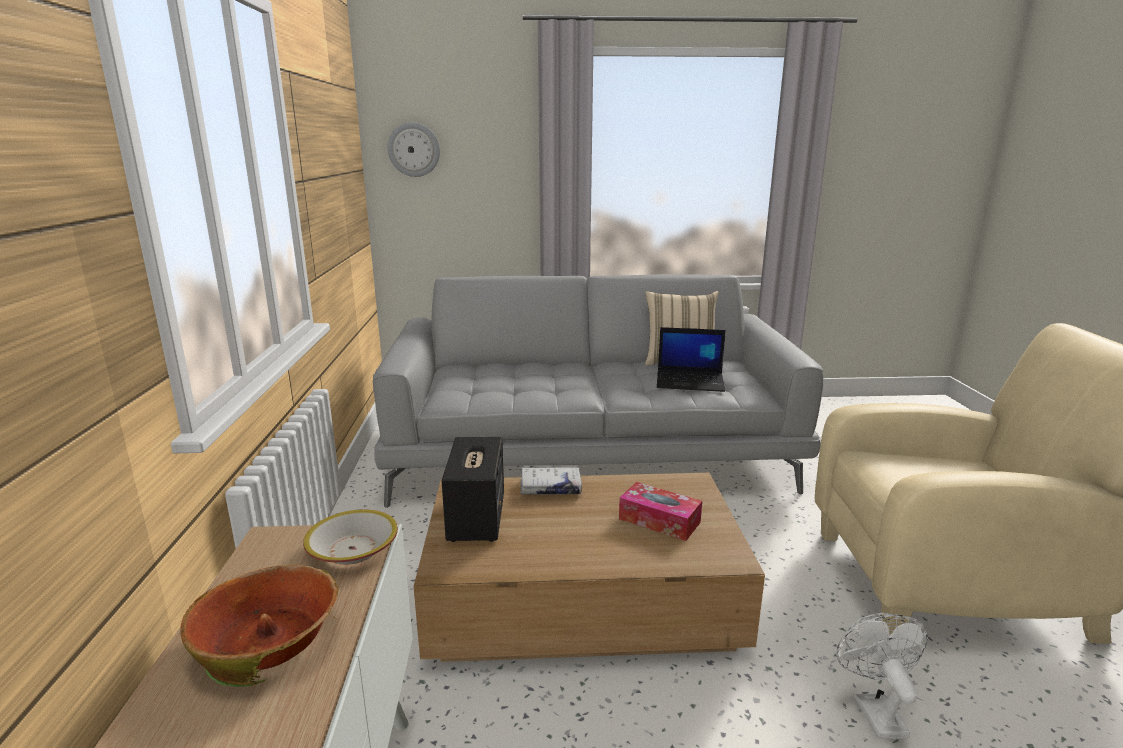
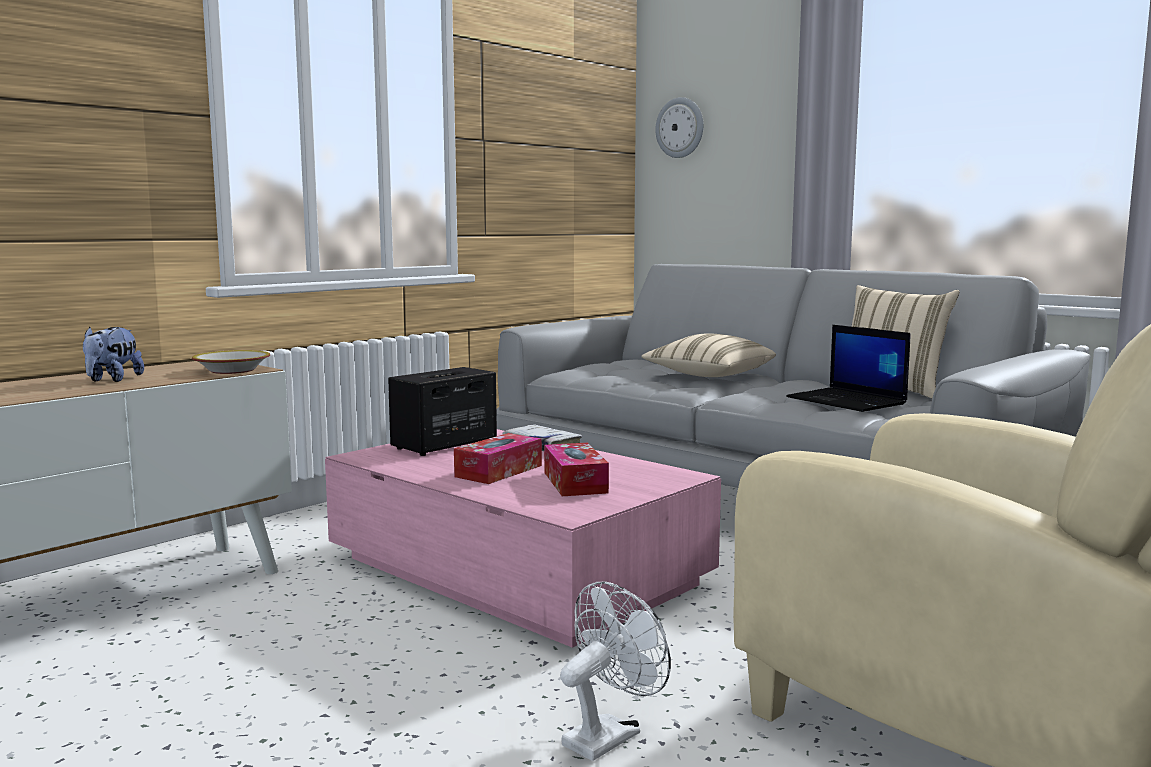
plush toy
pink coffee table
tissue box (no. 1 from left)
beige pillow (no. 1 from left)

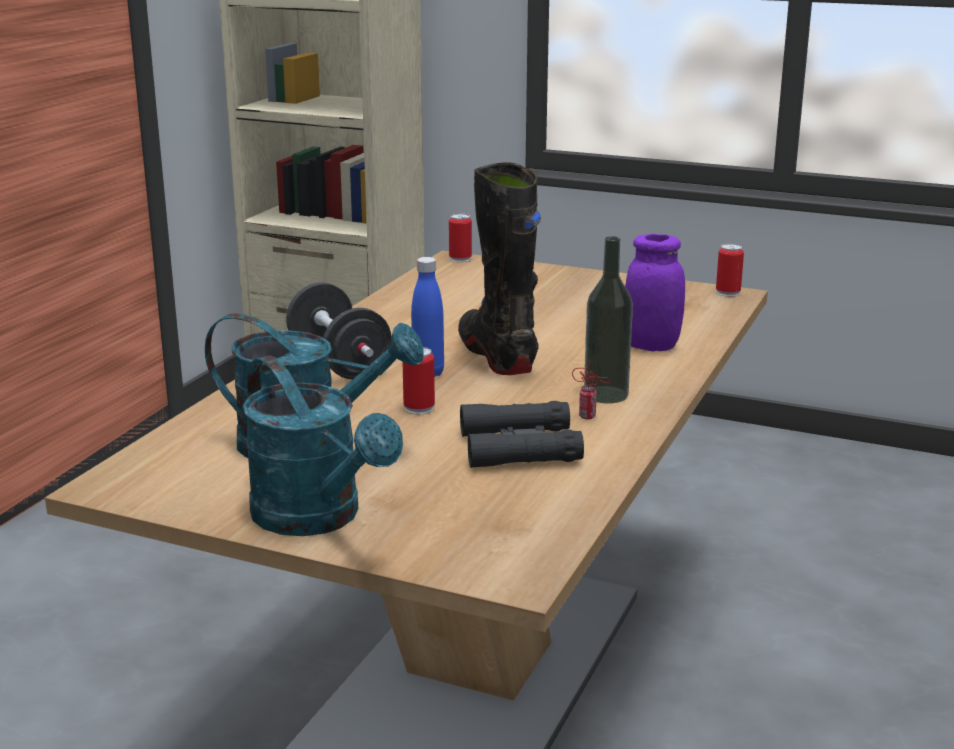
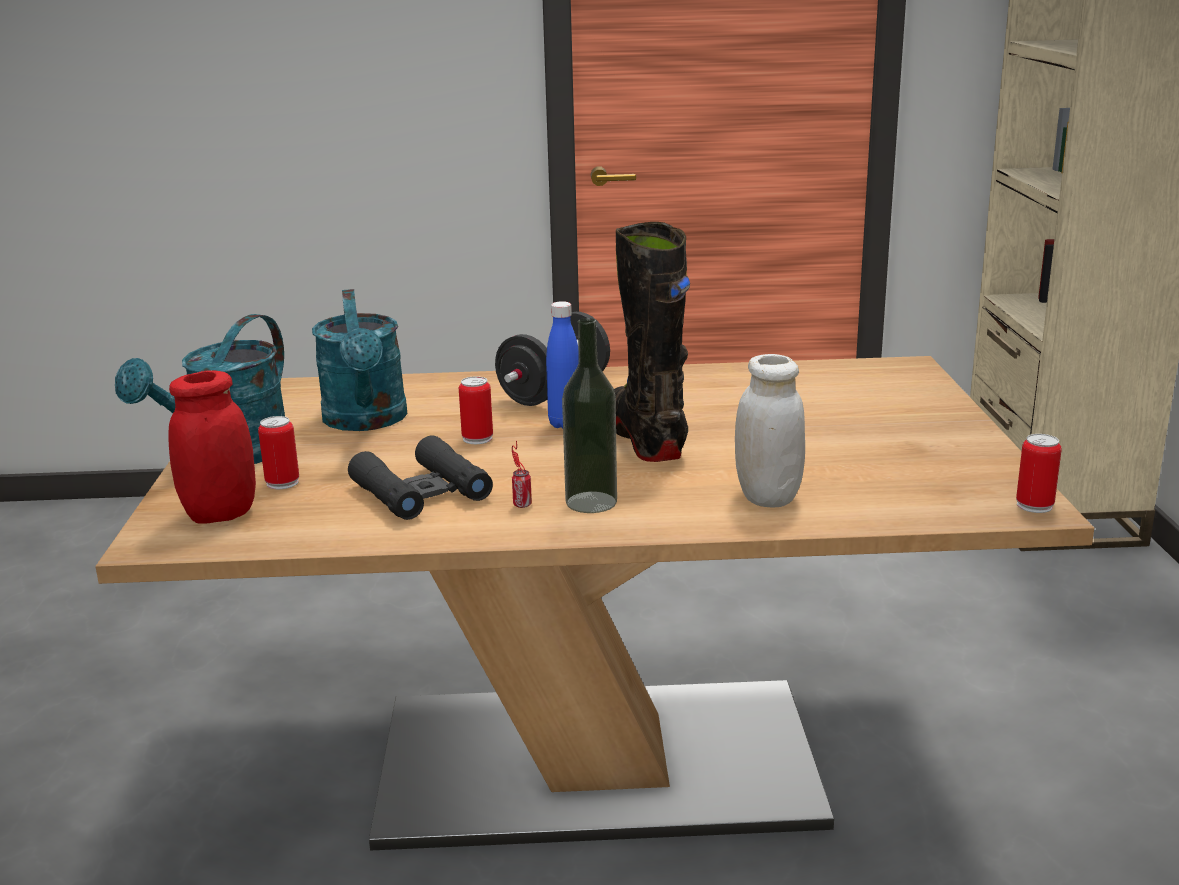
can (no. 1 from left)
black boot
white jar
red jar

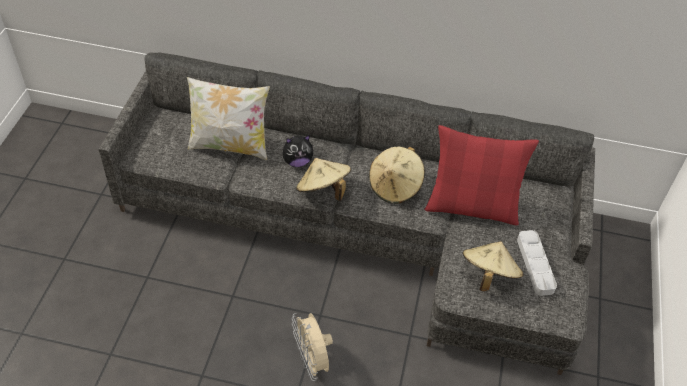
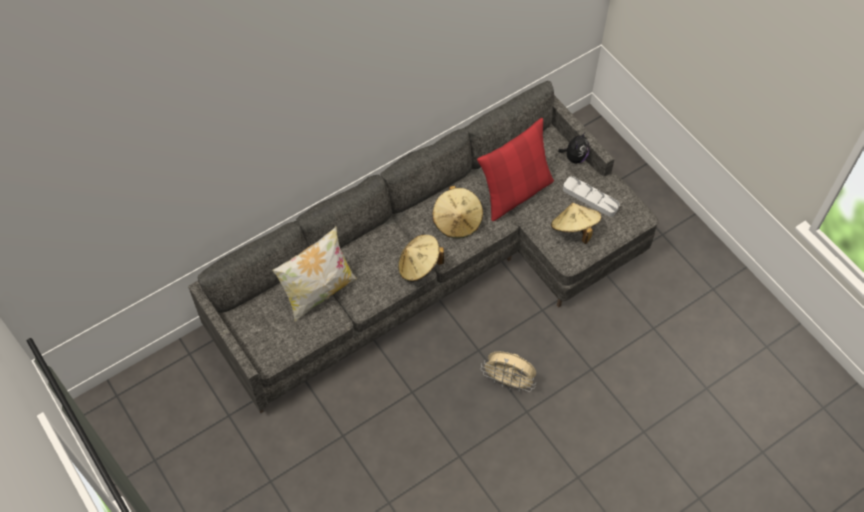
plush toy

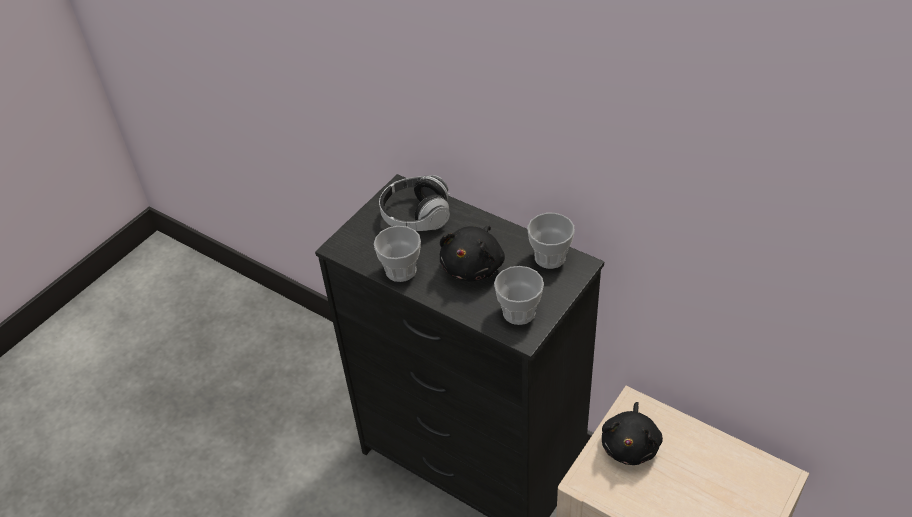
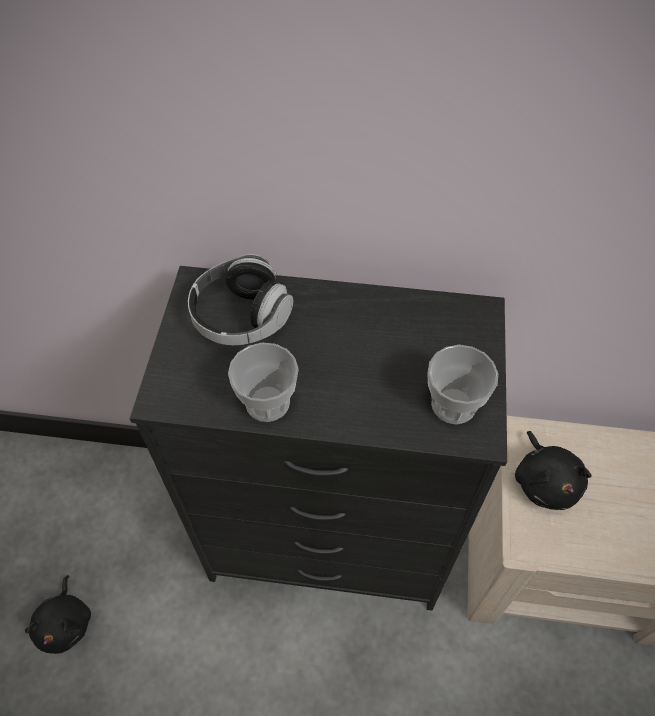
black plush toy (no. 1 from left)
cup (no. 3 from left in the first image)

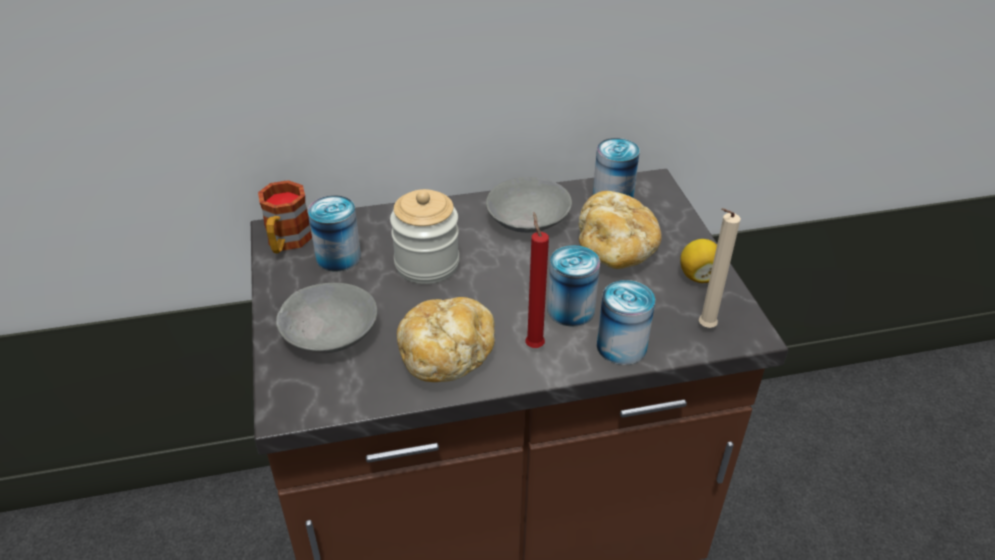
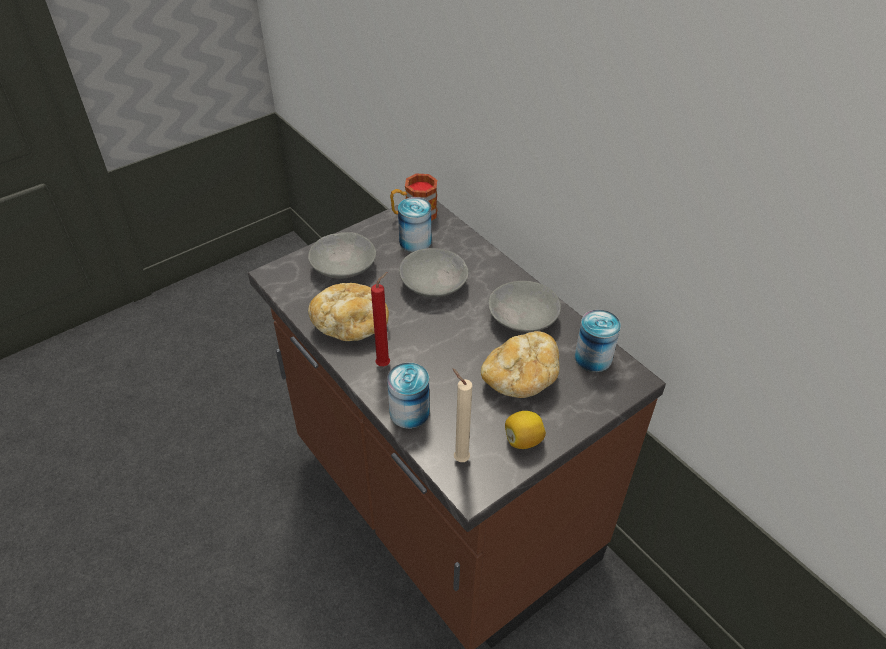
grey bowl (no. 2 from left)
can (no. 2 from left in the first image)

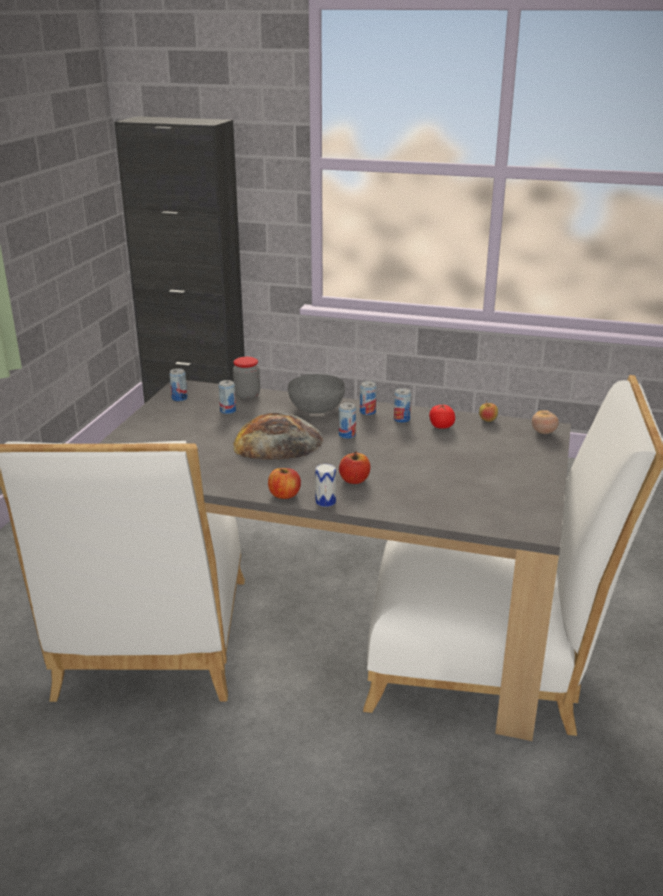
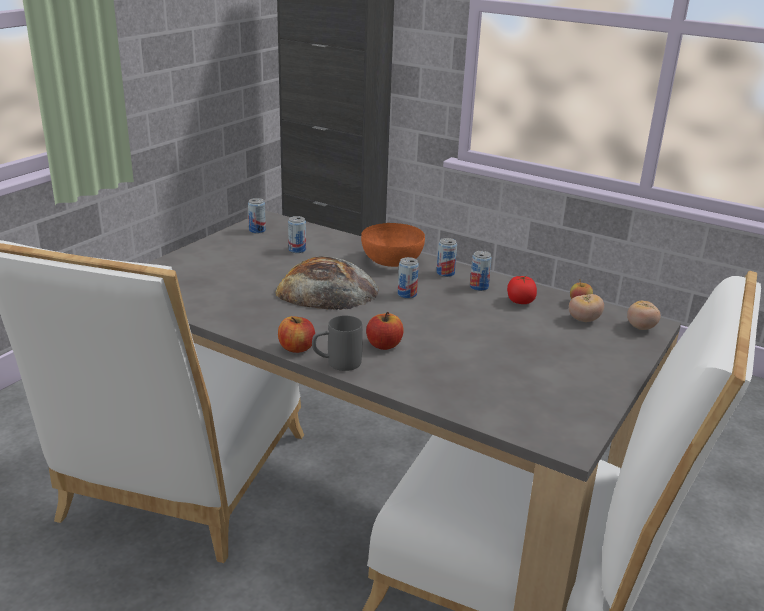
jar
orange bowl
grey mug
tomato (no. 2 from left)

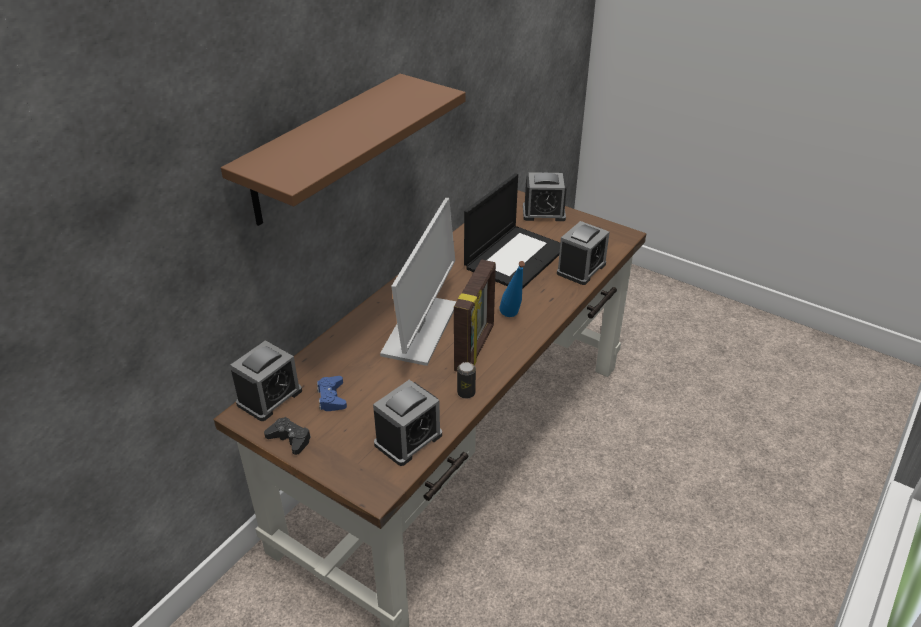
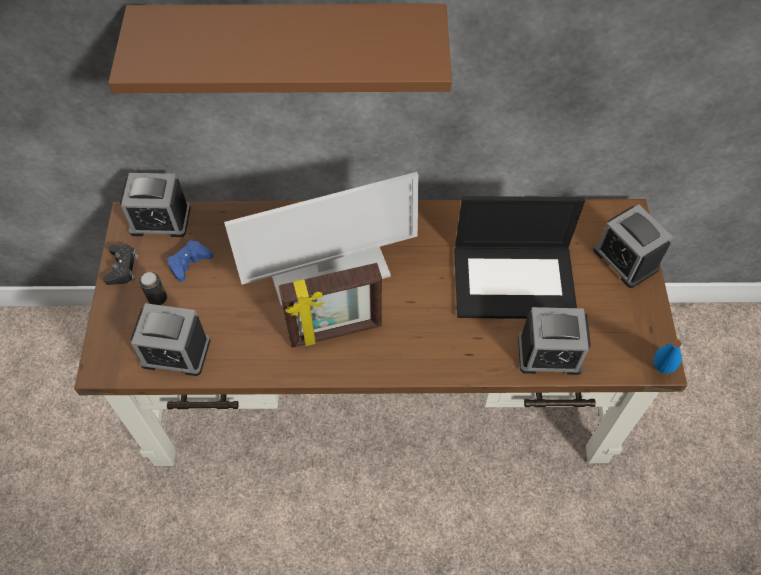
can
blue bottle

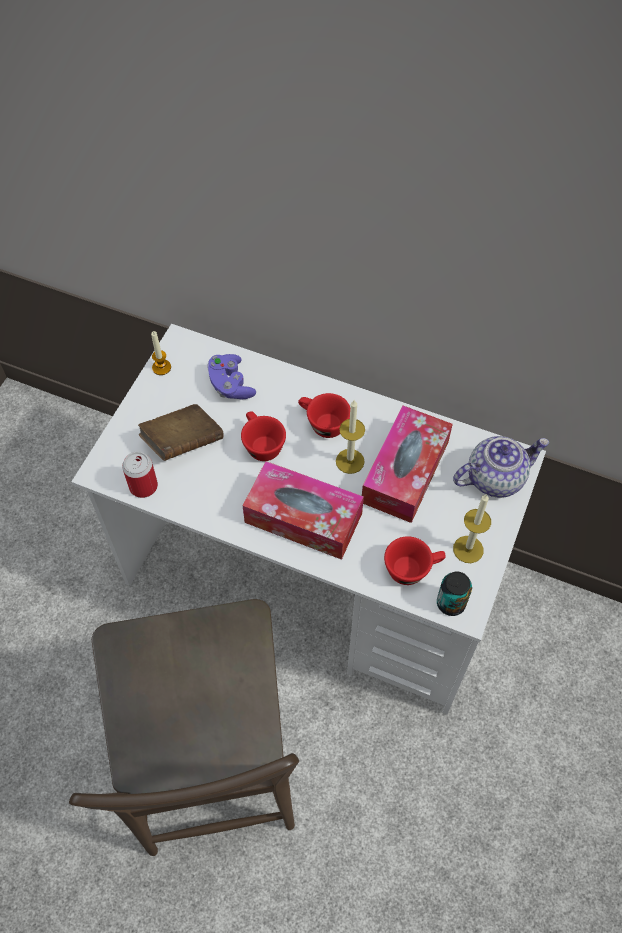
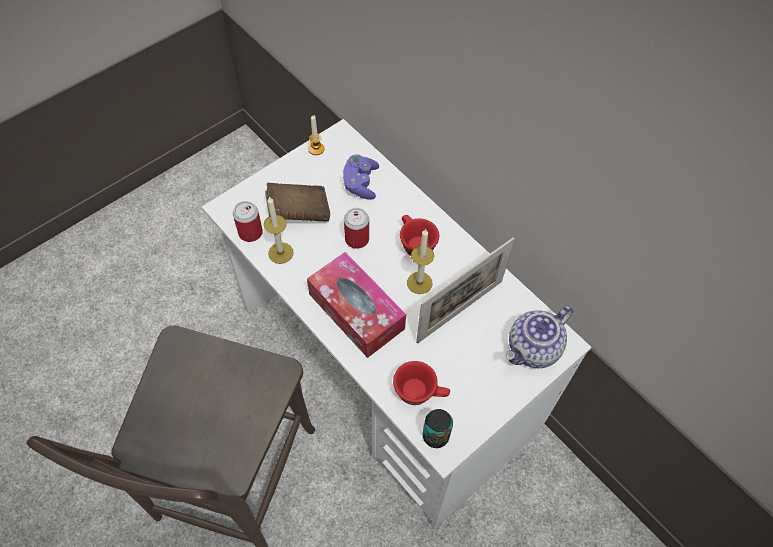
can (no. 2 from left)
picture frame
teapot
candle (no. 1 from left)

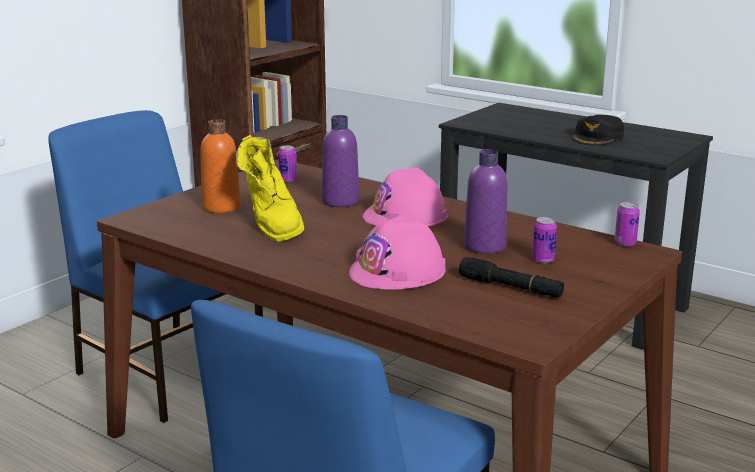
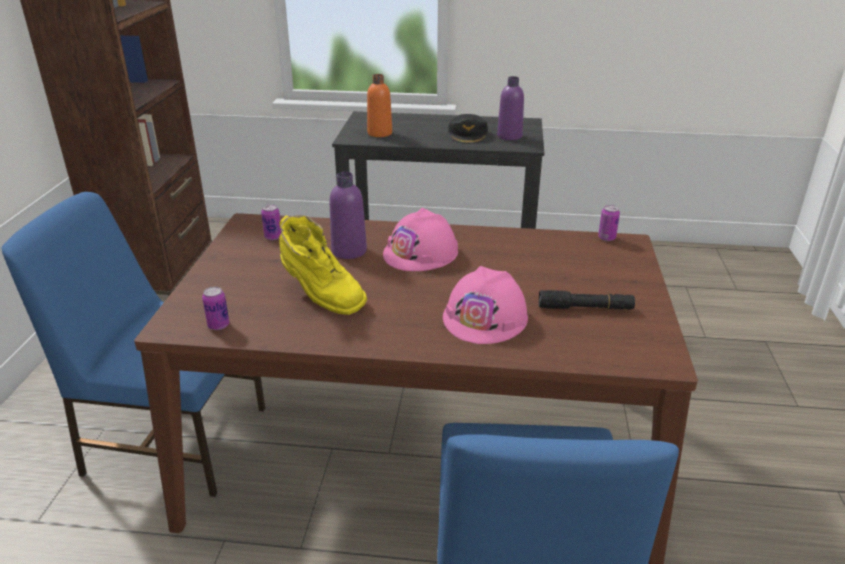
orange bottle
purple bottle (no. 2 from left)
can (no. 1 from left)

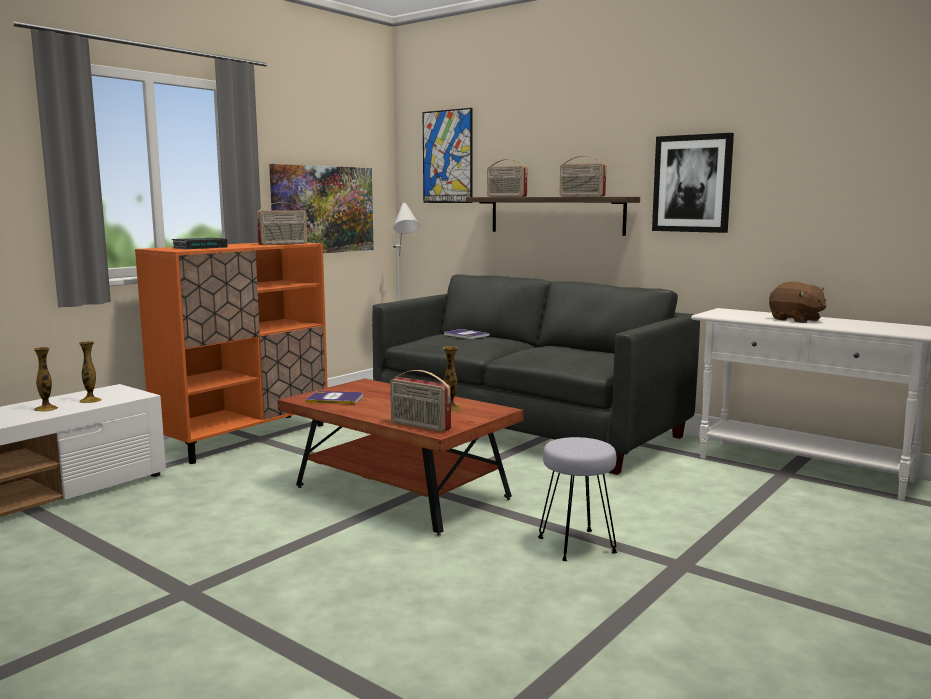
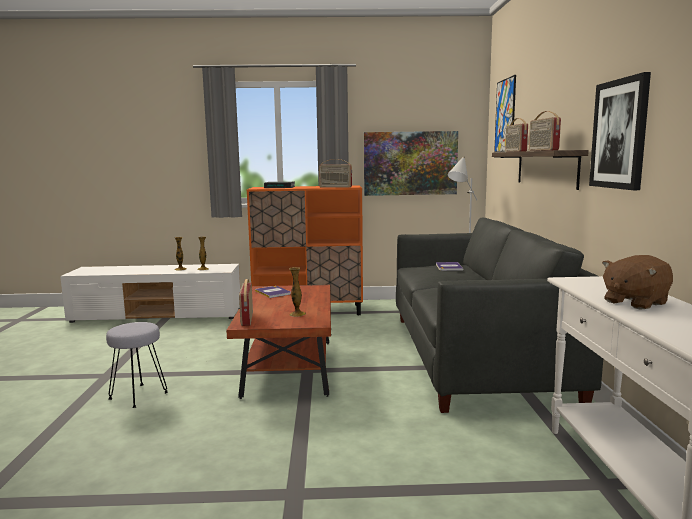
grey stool
brown plush toy

